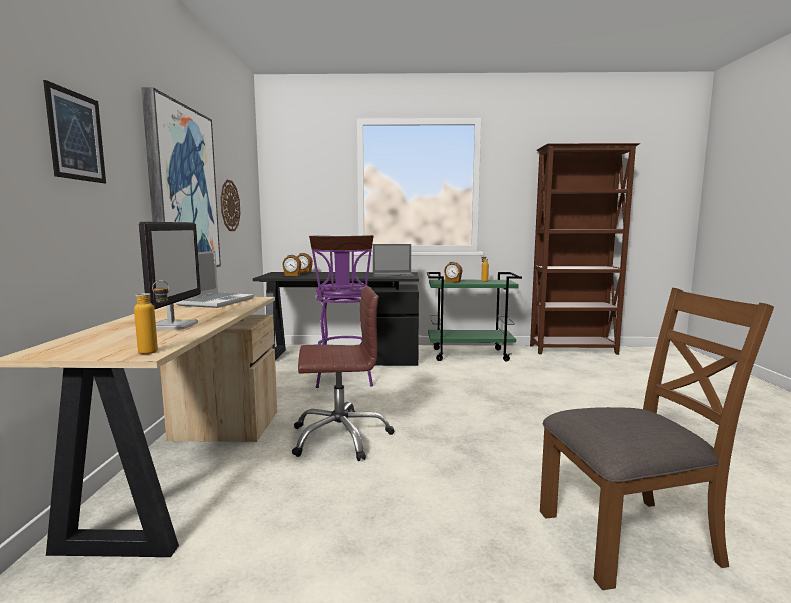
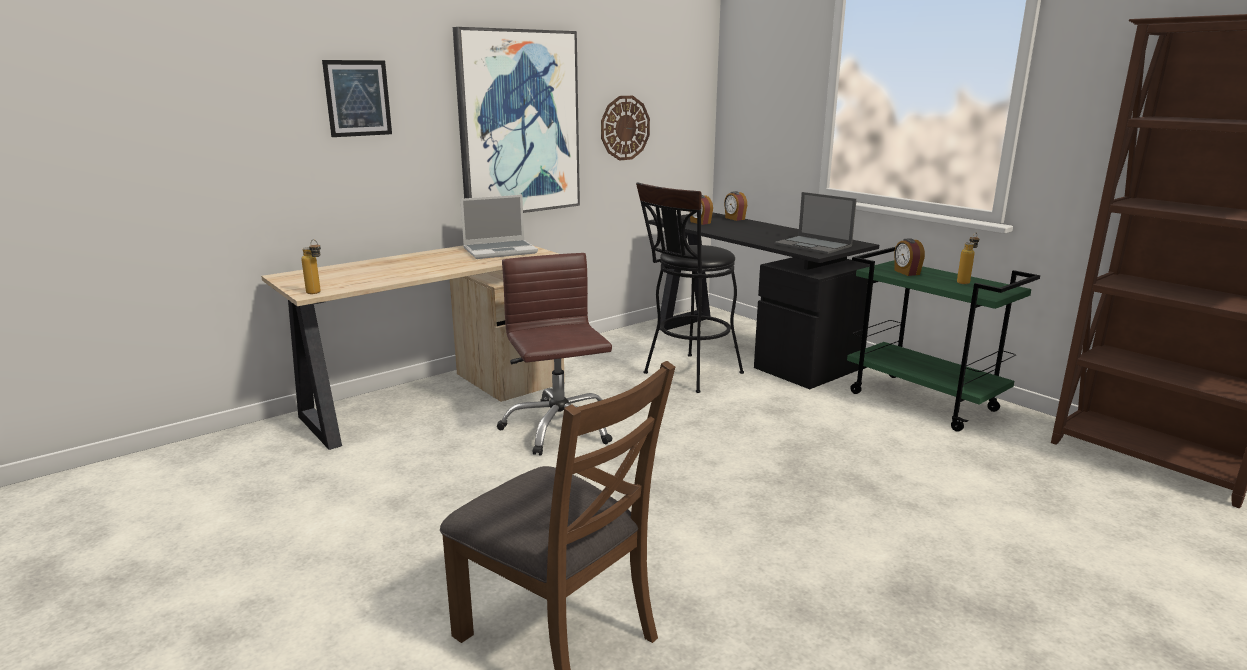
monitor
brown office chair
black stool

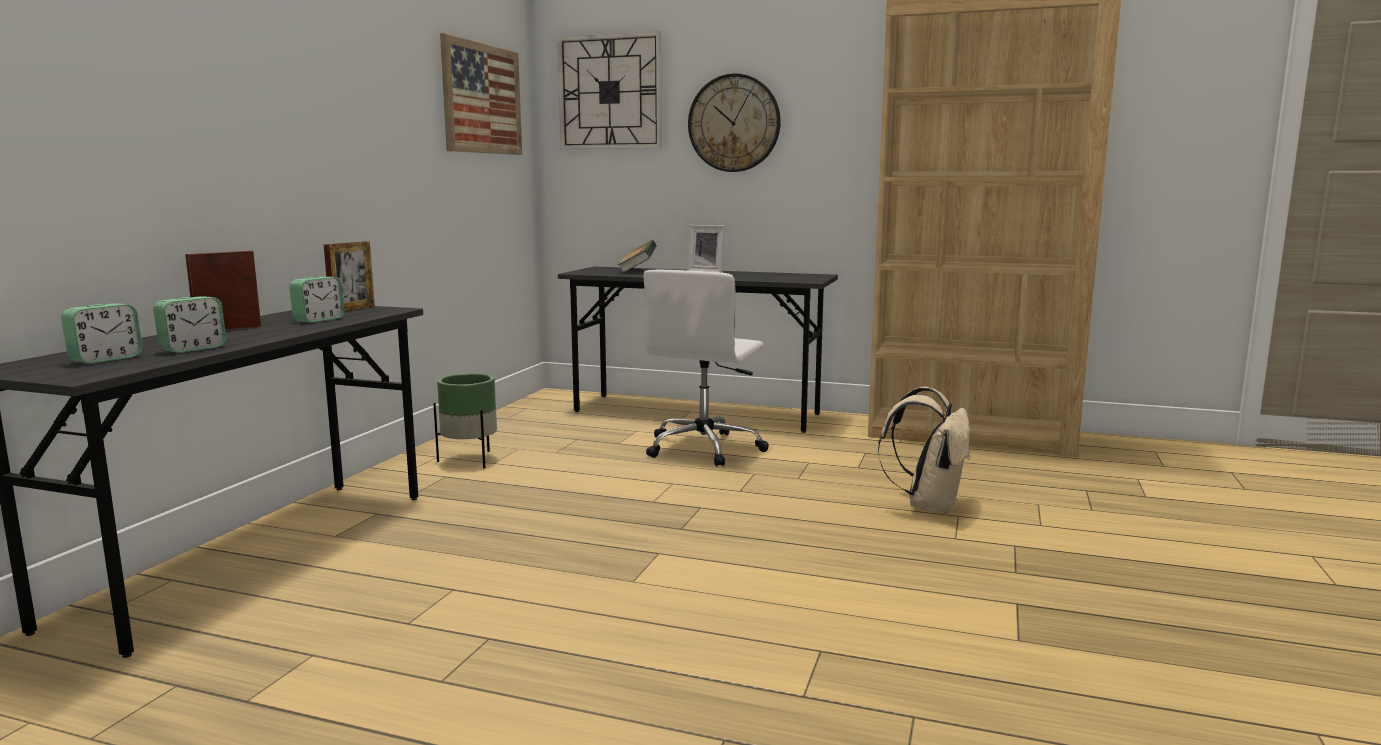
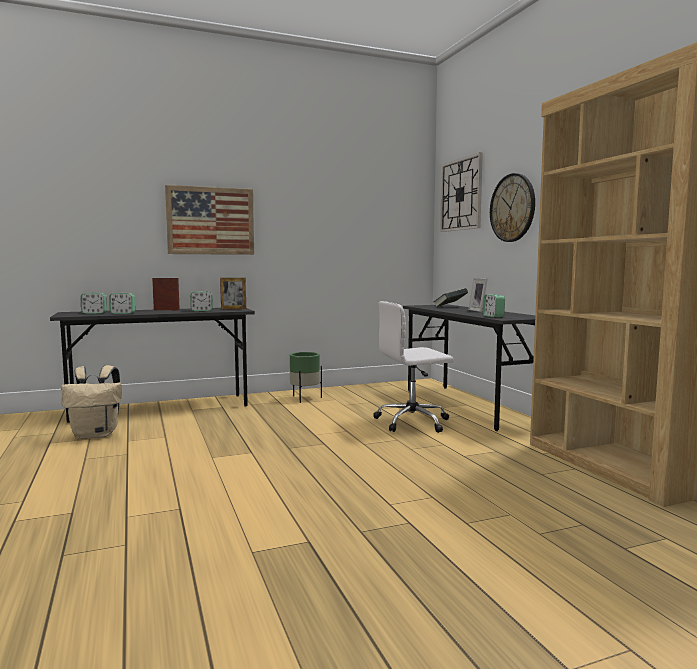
picture
beige backpack
alarm clock (no. 4 from left)

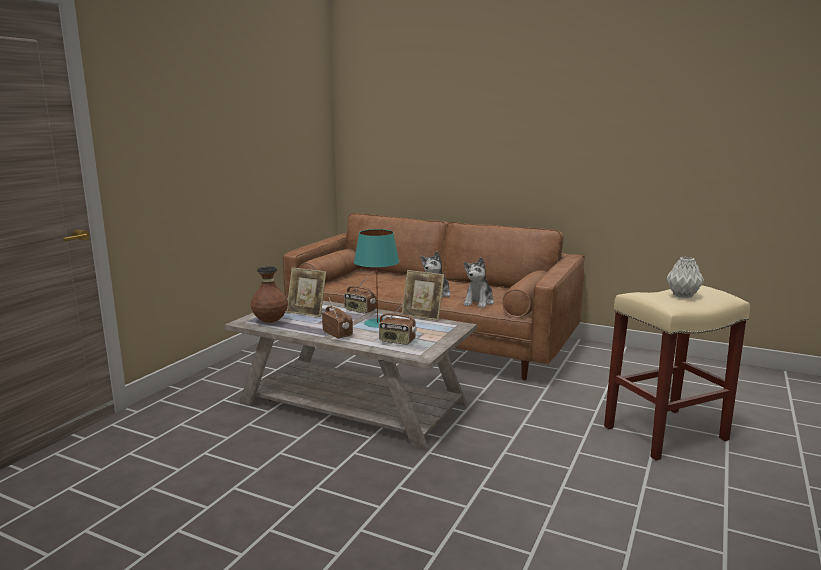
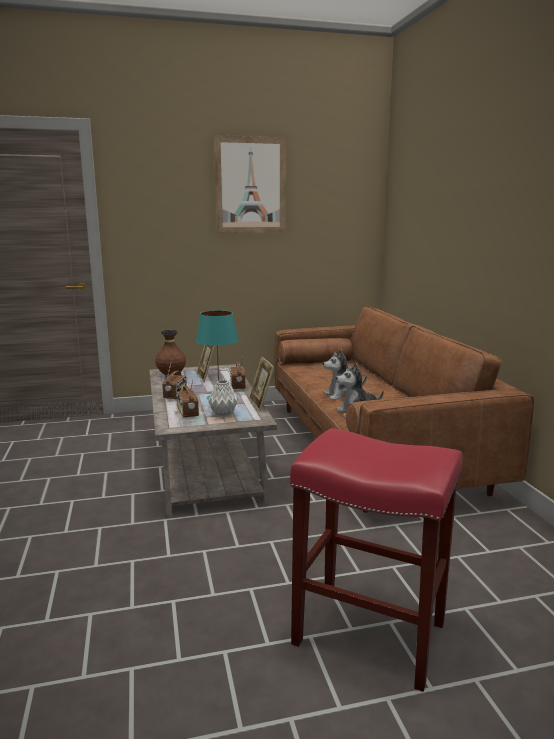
red stool
grey vase
picture

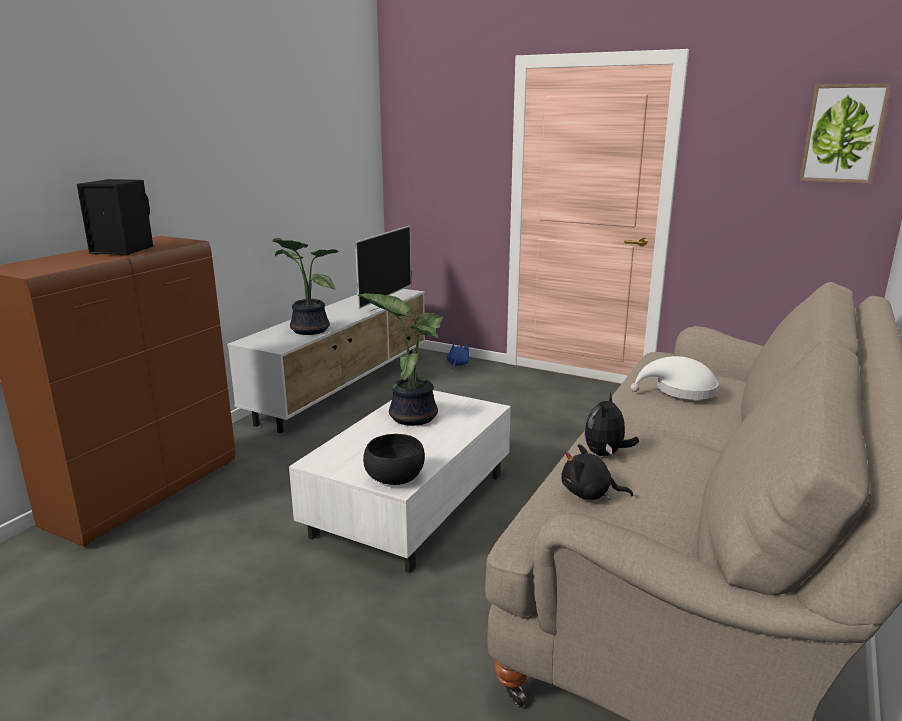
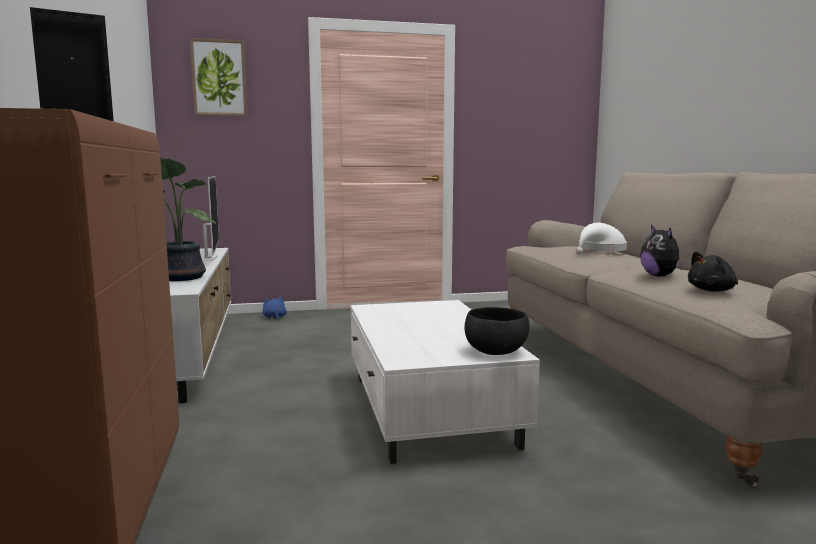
potted plant (no. 2 from left in the first image)
picture

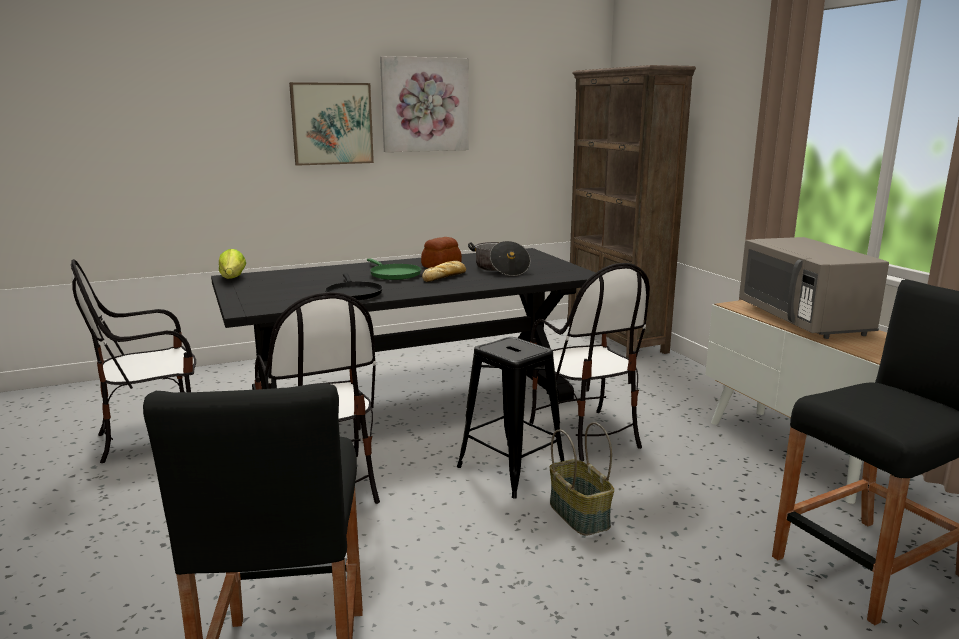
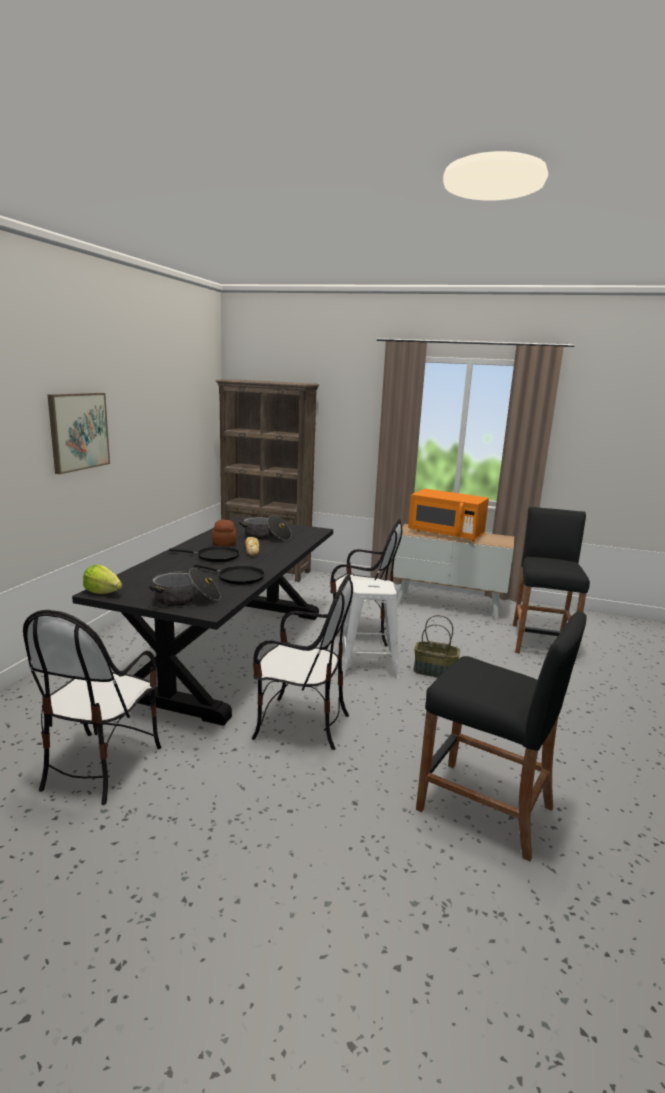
black frying pan (no. 1 from left)
picture (no. 2 from left in the first image)
white stool
orange microwave
cooking pot (no. 1 from left)

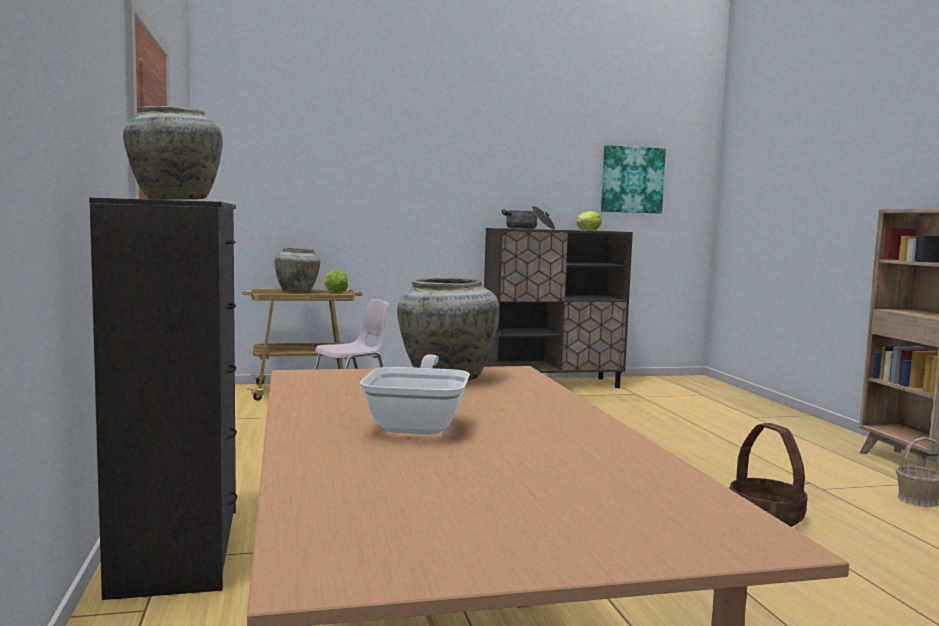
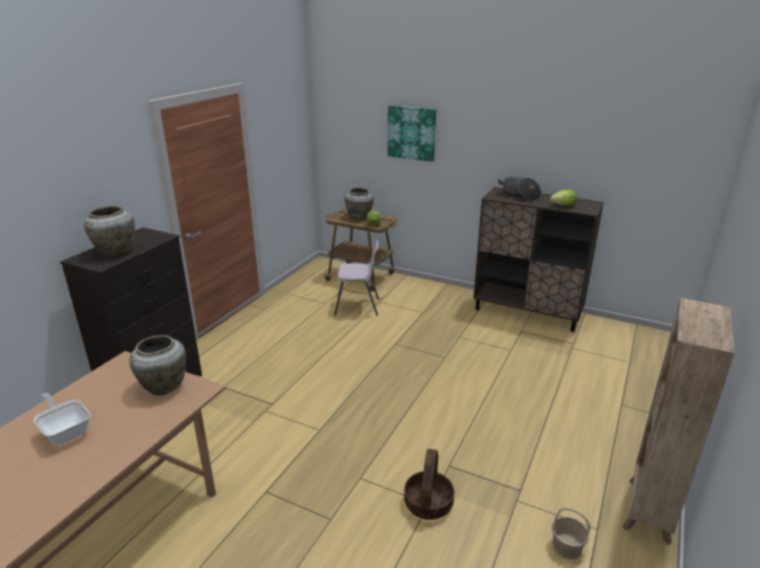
frying pan
picture

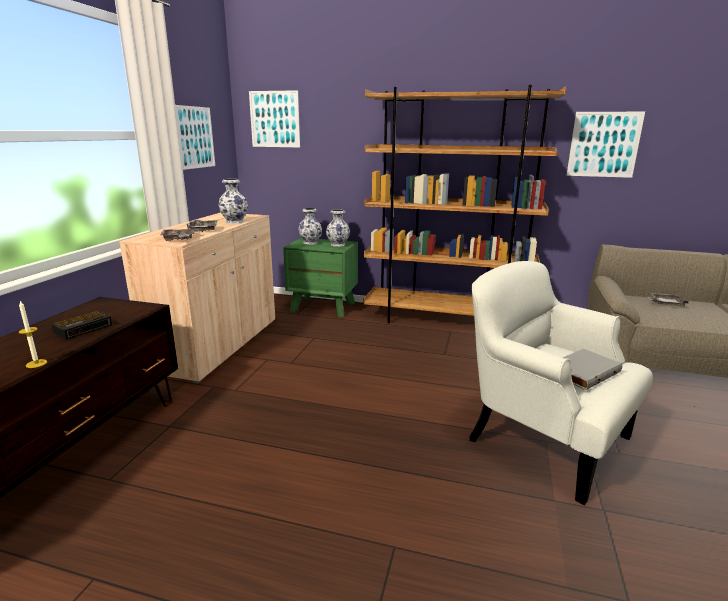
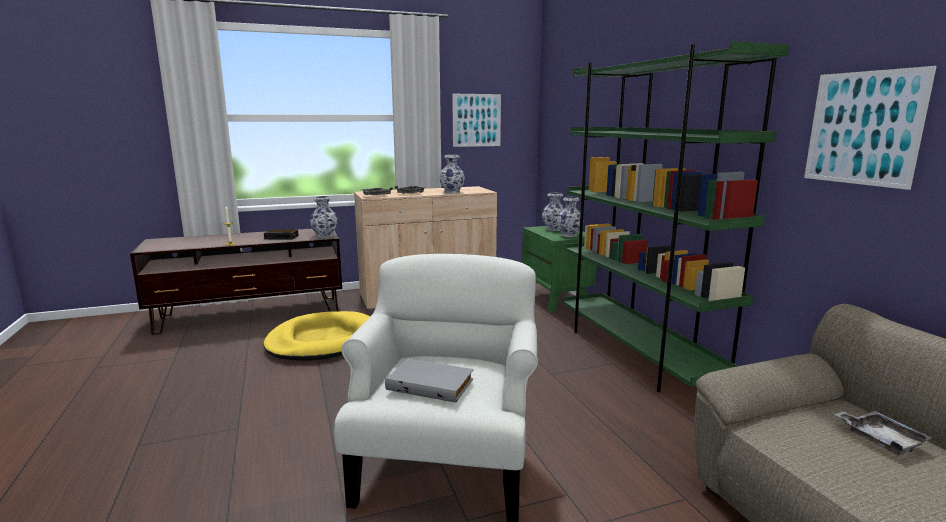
picture (no. 2 from left in the first image)
green bookcase
yellow dog bed
vase (no. 1 from left)

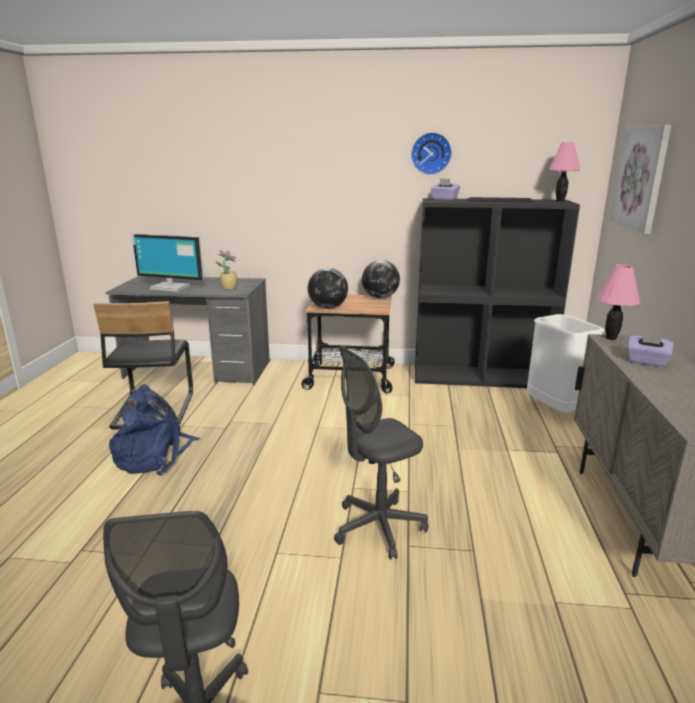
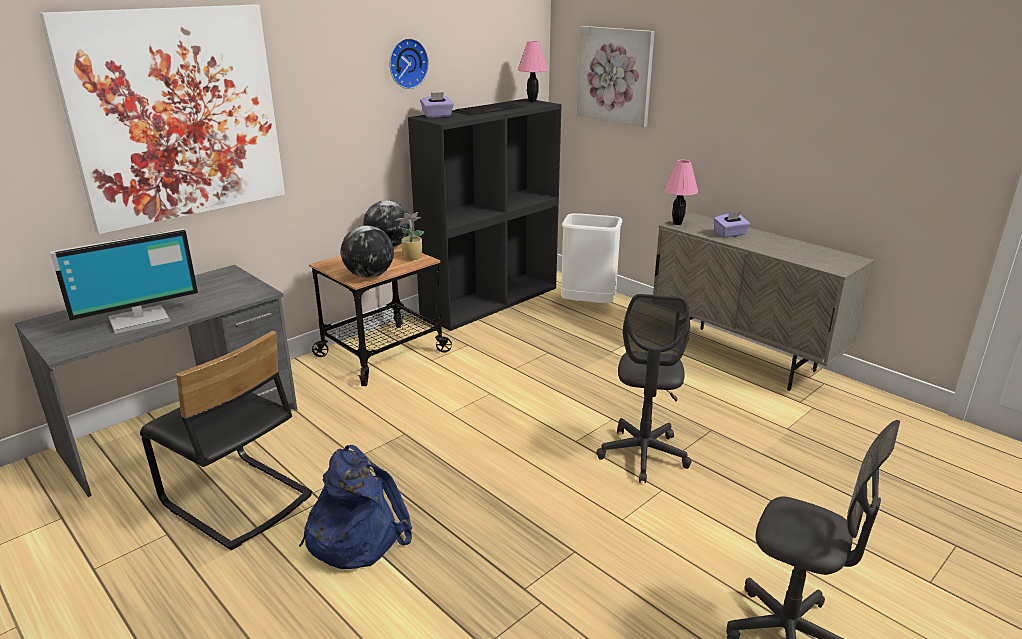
potted plant
picture (no. 1 from left)

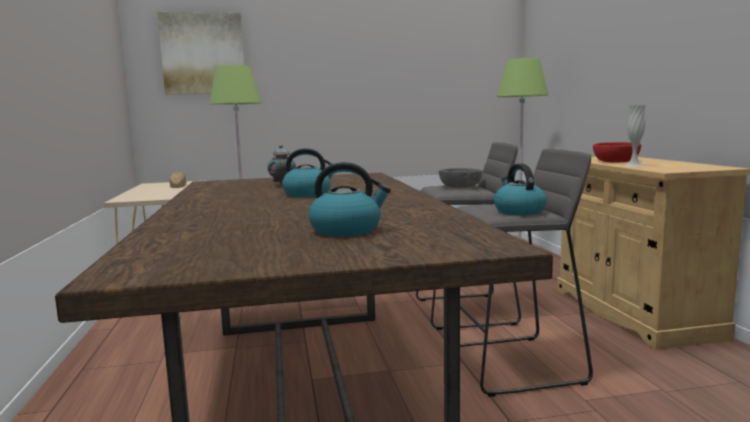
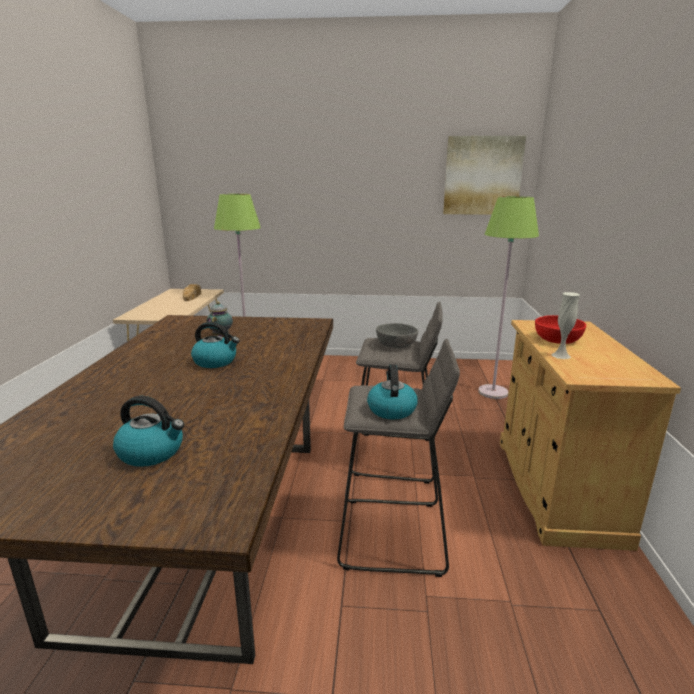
picture

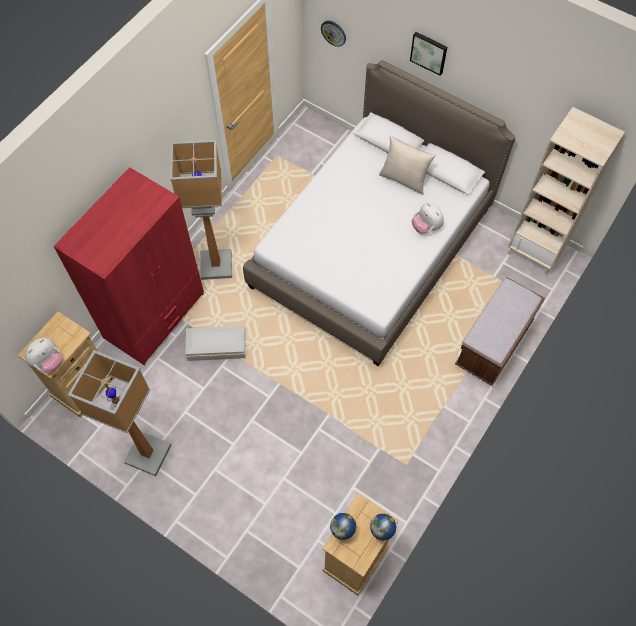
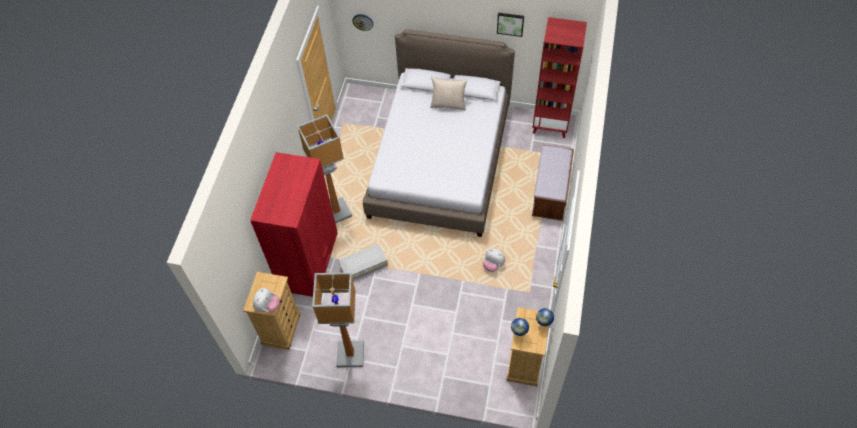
picture
plush toy (no. 2 from left)
red bookcase

